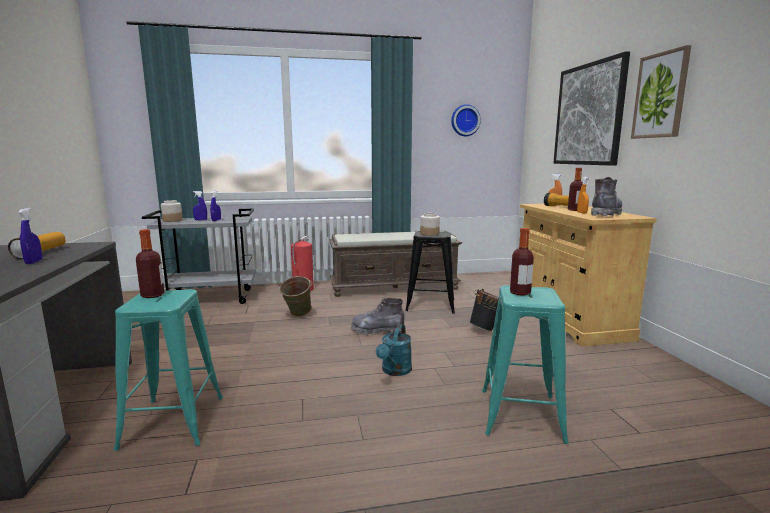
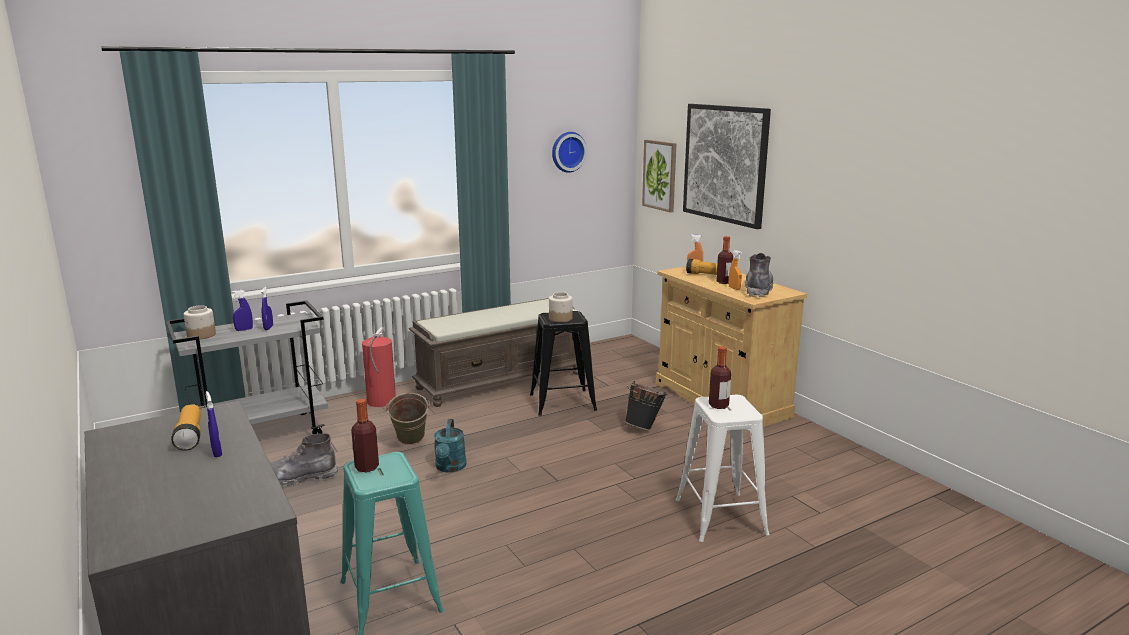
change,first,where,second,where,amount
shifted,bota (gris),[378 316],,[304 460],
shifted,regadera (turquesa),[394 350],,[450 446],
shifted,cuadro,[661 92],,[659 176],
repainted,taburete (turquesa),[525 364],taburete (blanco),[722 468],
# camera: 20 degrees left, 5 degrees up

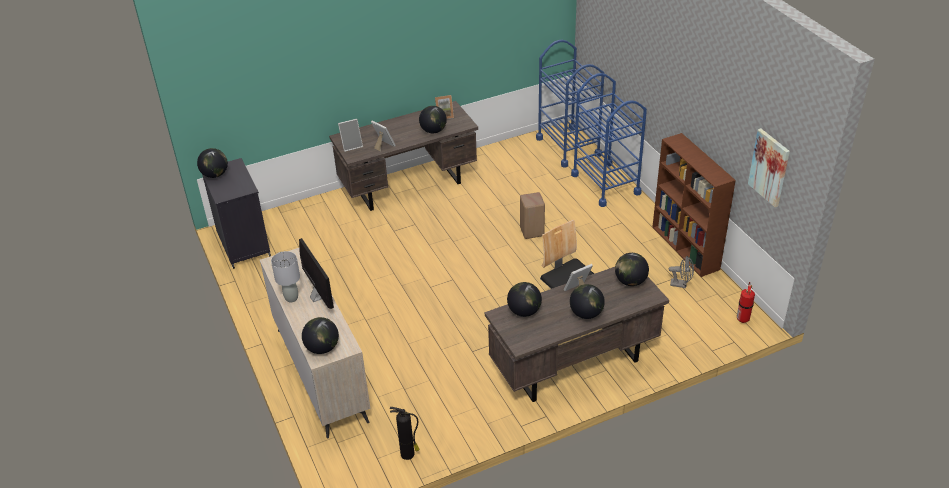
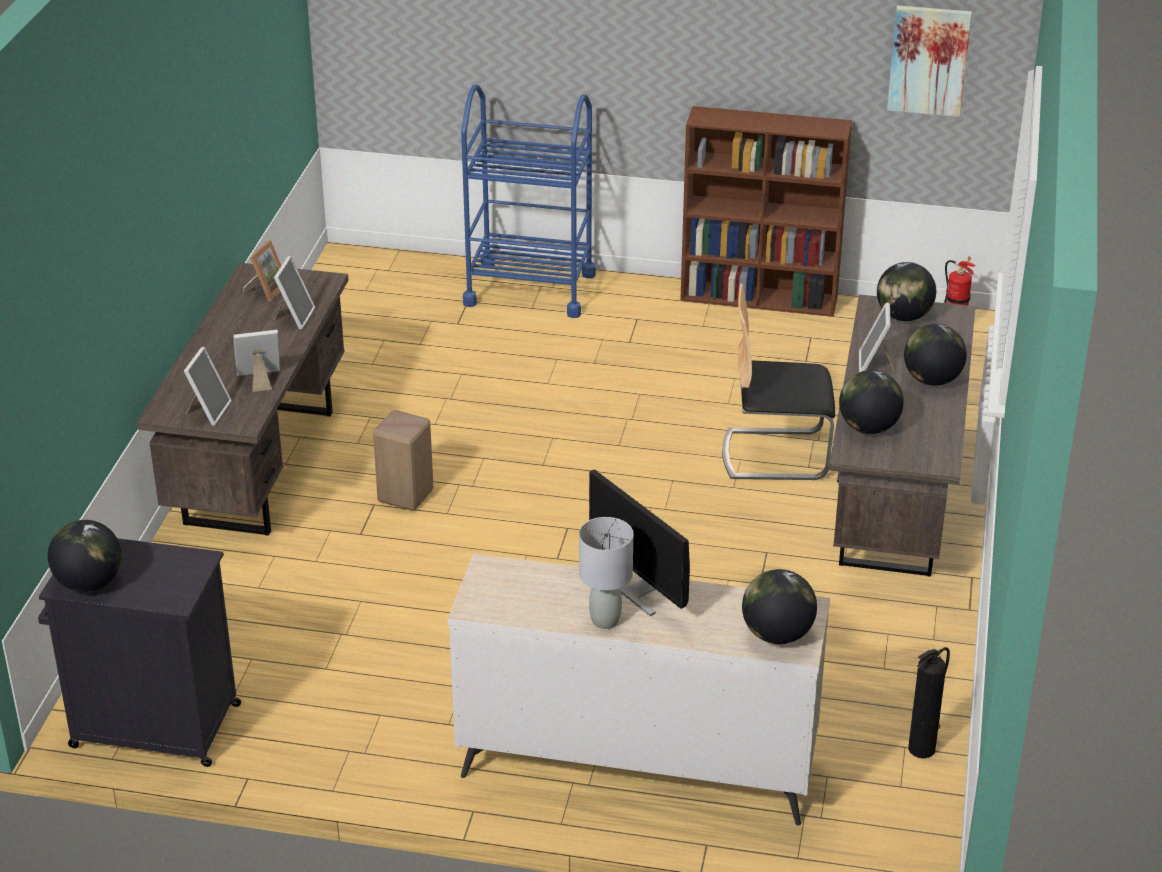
change,first,where,second,where,amount
swapped,globo terráqueo,[433 119],portarretratos,[294 292],
shifted,taburete (beis),[532 215],,[403 460],
rotated,monitor,[316 273],,[639 542],135 degrees counterclockwise
gone,carrito (azul),[570 104],,,
gone,ventilador (gris),[681 272],,,
# camera: 55 degrees left, 5 degrees down

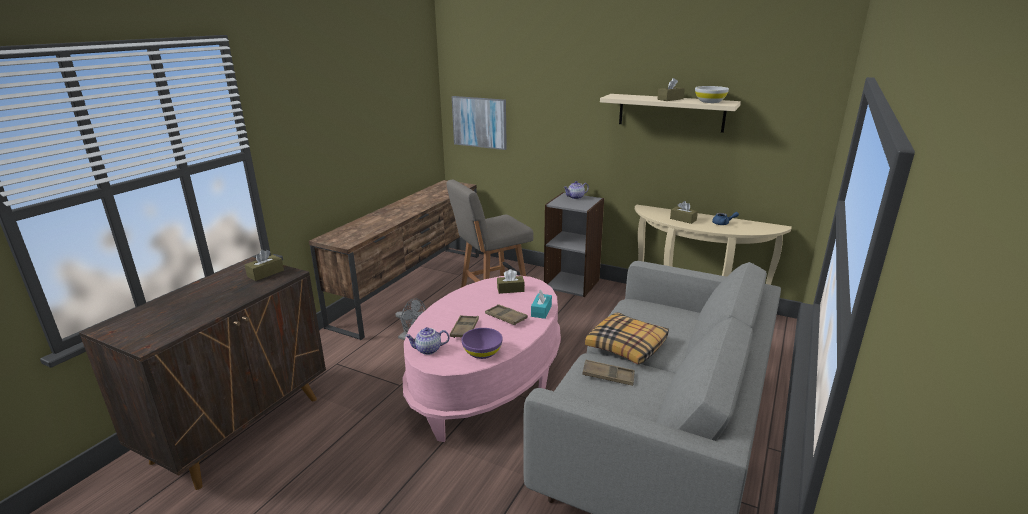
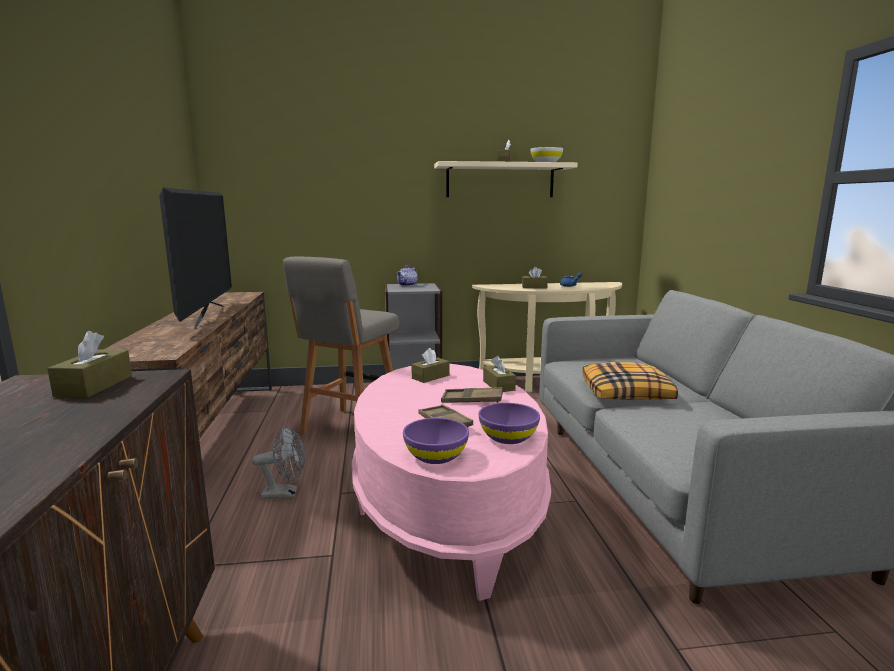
change,first,where,second,where,amount
new,,,televisor,[195 258],
swapped,tetera,[427 341],cuenco (morado),[436 441],
repainted,caja de pañuelos (turquesa),[541 304],caja de pañuelos (marrón),[499 374],
gone,cuadro,[479 123],,,
gone,bandeja (marrón),[608 373],,,
# camera: 35 degrees left, 10 degrees down

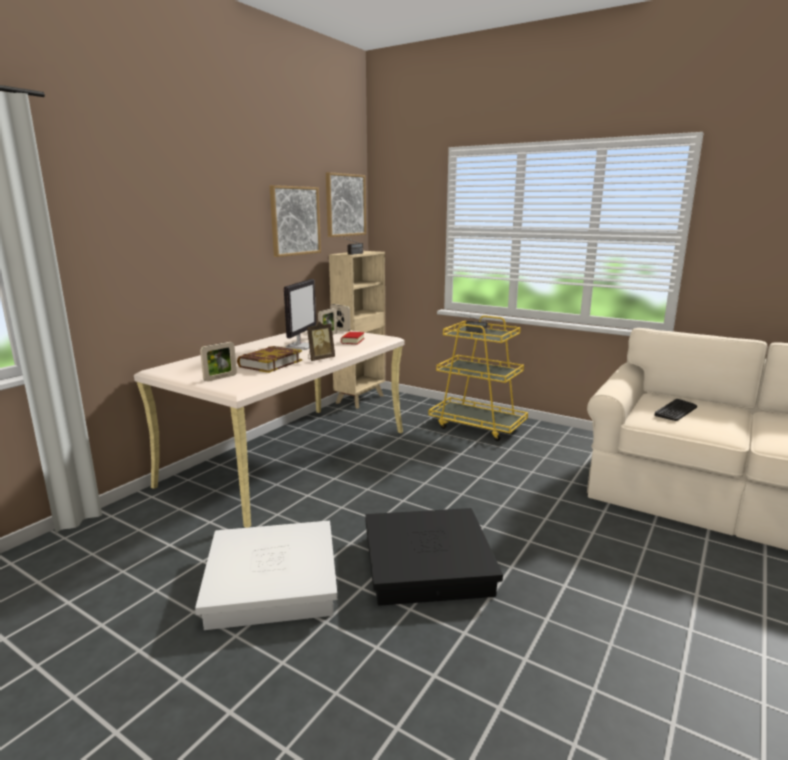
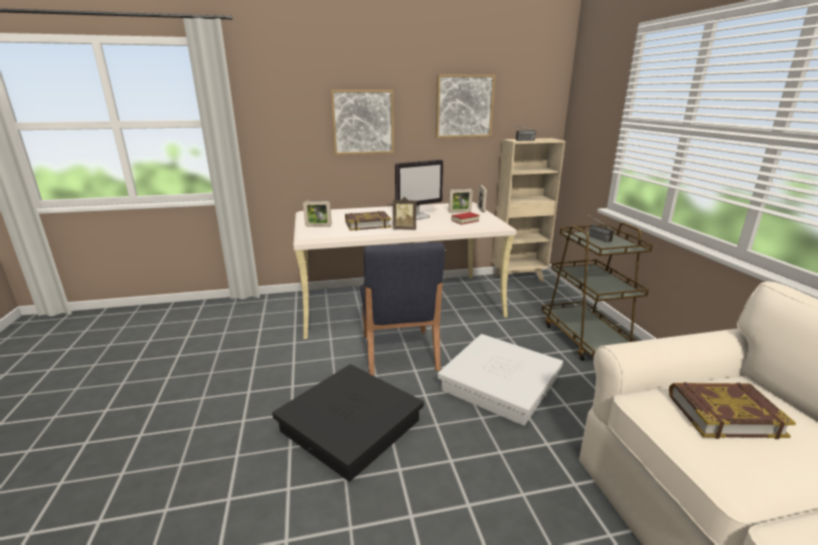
change,first,where,second,where,amount
shifted,cuadro,[346 204],,[362 122],
new,,,silla (azul),[402 309],
shifted,caja de almacenaje (blanco),[266 575],,[500 380],
repainted,carrito (amarillo),[478 378],carrito (marrón),[597 291],
swapped,teclado,[675 410],libro,[732 410],
# camera: 45 degrees right, 5 degrees up

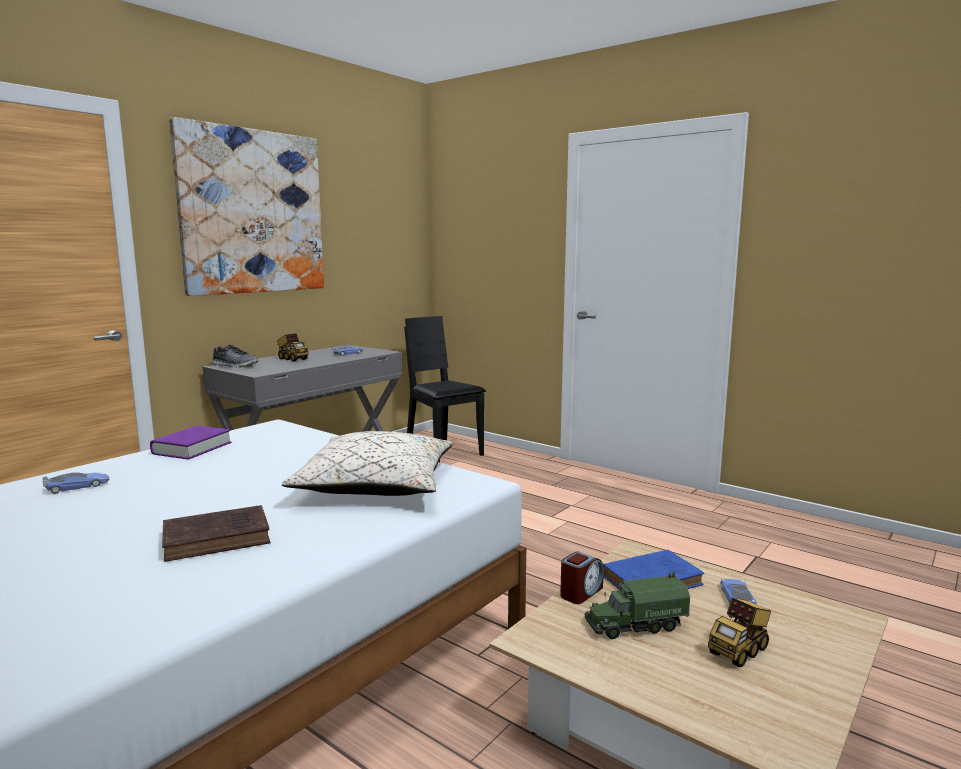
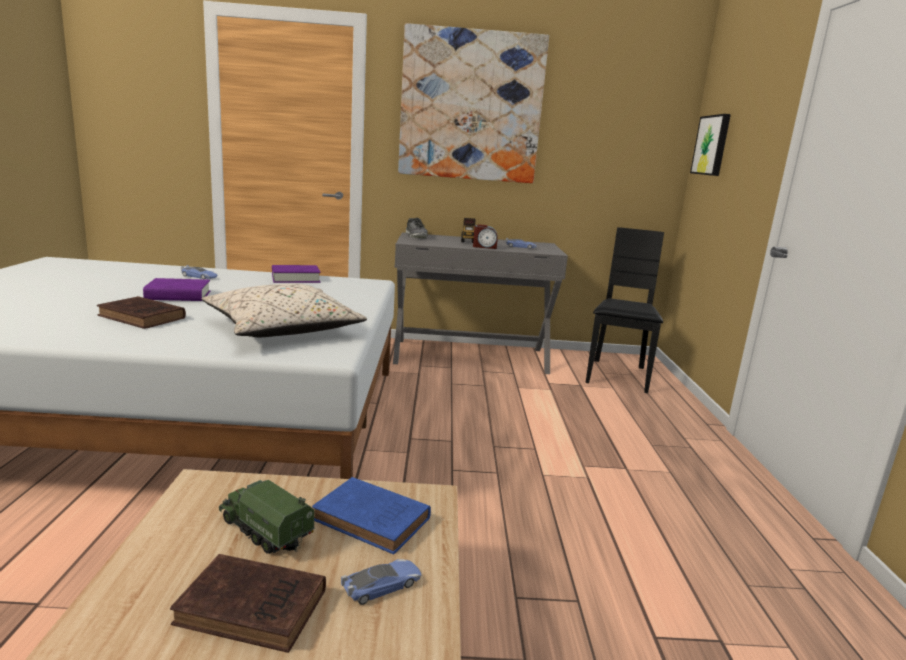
change,first,where,second,where,amount
new,,,libro (morado),[176 289],
swapped,camión de juguete,[739 632],libro (marrón),[248 603],
shifted,despertador,[582 577],,[485 236],
new,,,cuadro,[710 145],
# camera: 50 degrees right, 5 degrees up

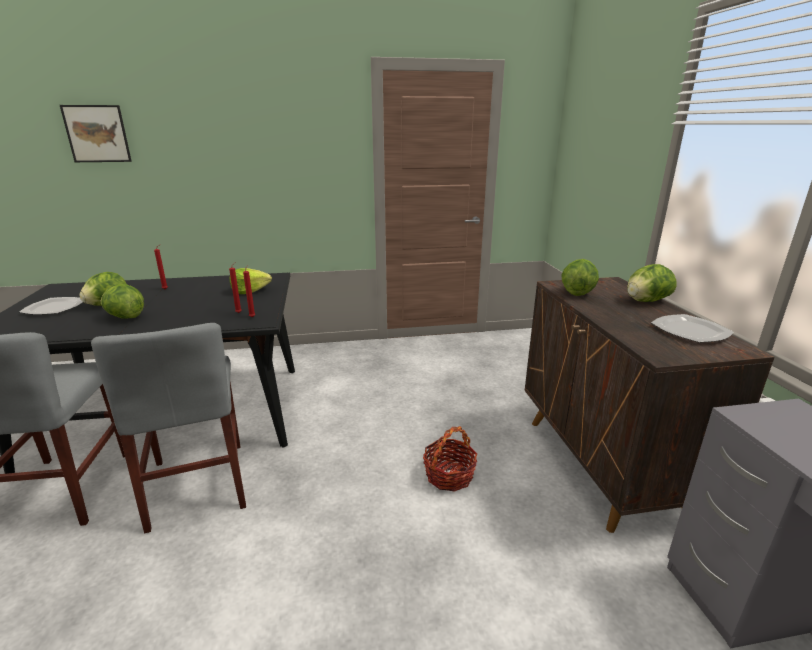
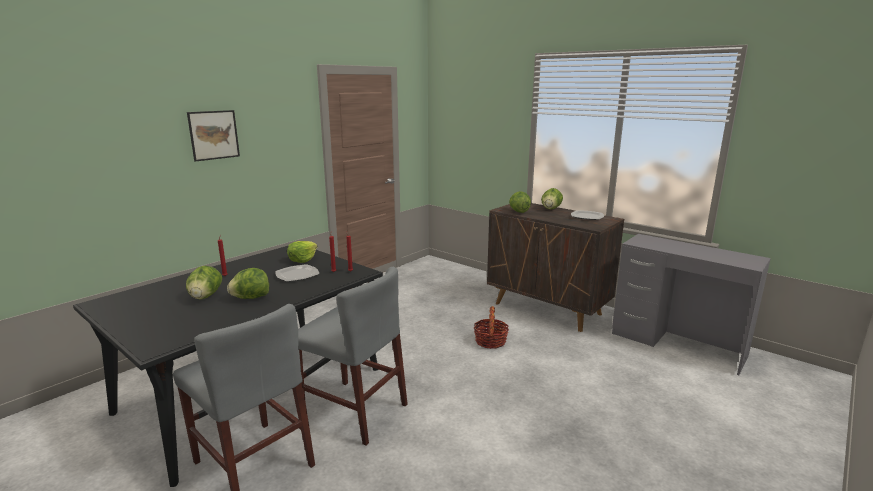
change,first,where,second,where,amount
shifted,cuadro,[96 133],,[213 136],
shifted,plato,[51 306],,[297 273],
# camera: 40 degrees left, 5 degrees down

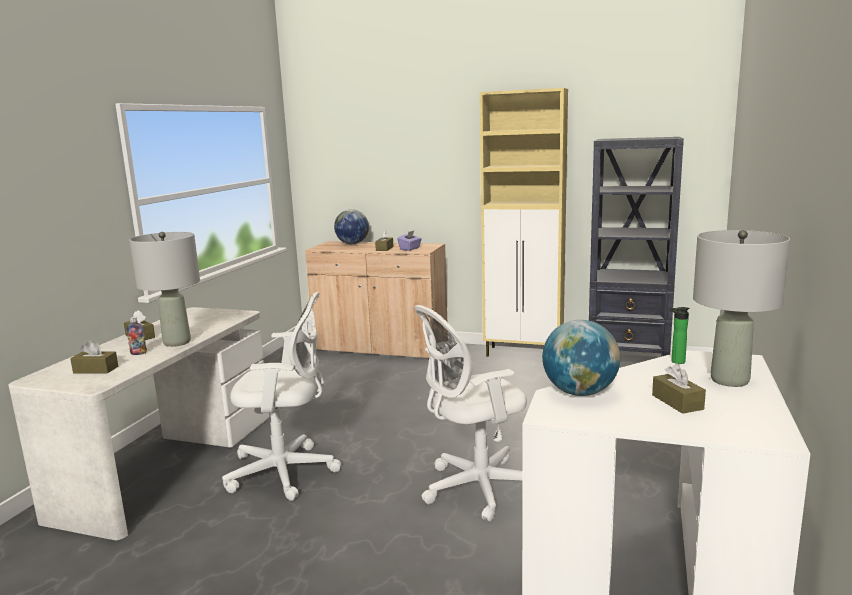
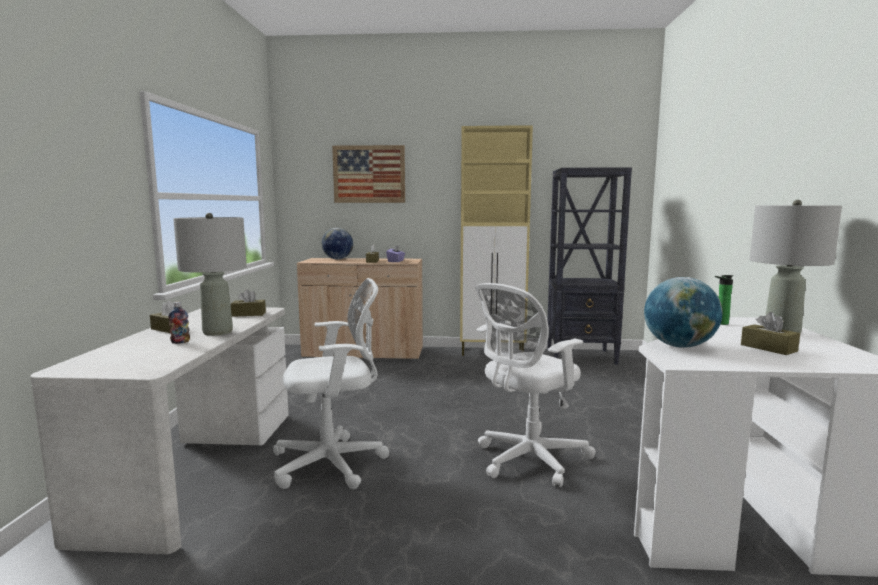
change,first,where,second,where,amount
shifted,caja de pañuelos (marrón),[94 357],,[248 303],
new,,,cuadro,[368 174],
# camera: 15 degrees left, 5 degrees down

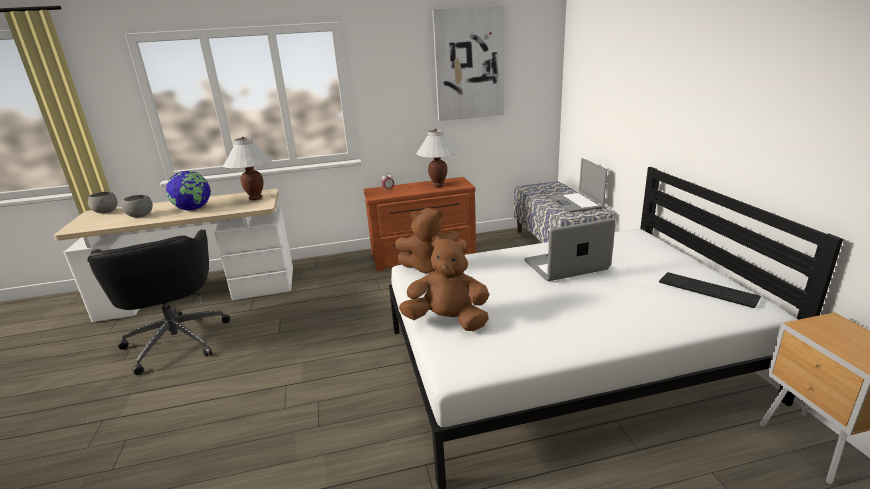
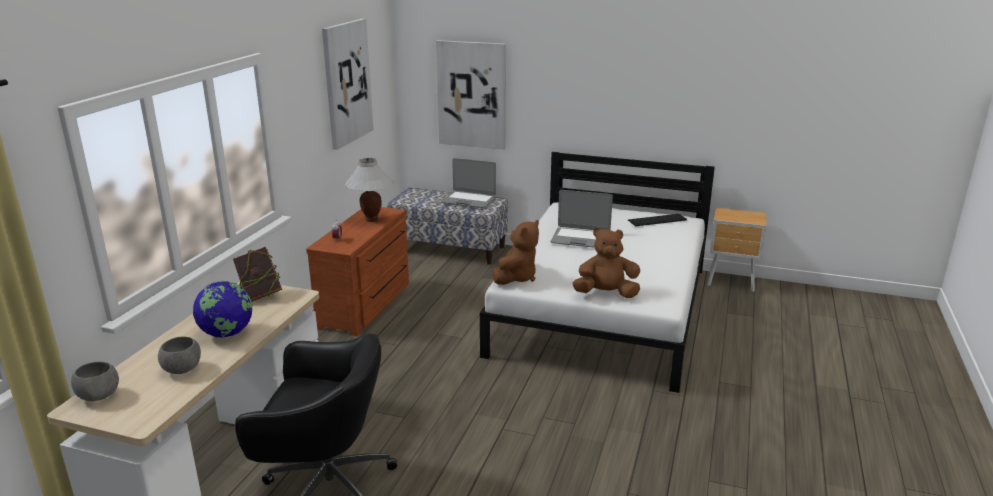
change,first,where,second,where,amount
swapped,lámpara de mesa (blanco),[248 168],libro,[257 274],
new,,,cuadro,[471 95],
rotated,portátil,[570 249],,[581 219],90 degrees counterclockwise
rotated,peluche (marrón),[444 283],,[606 262],45 degrees clockwise
# camera: 60 degrees left, 0 degrees up

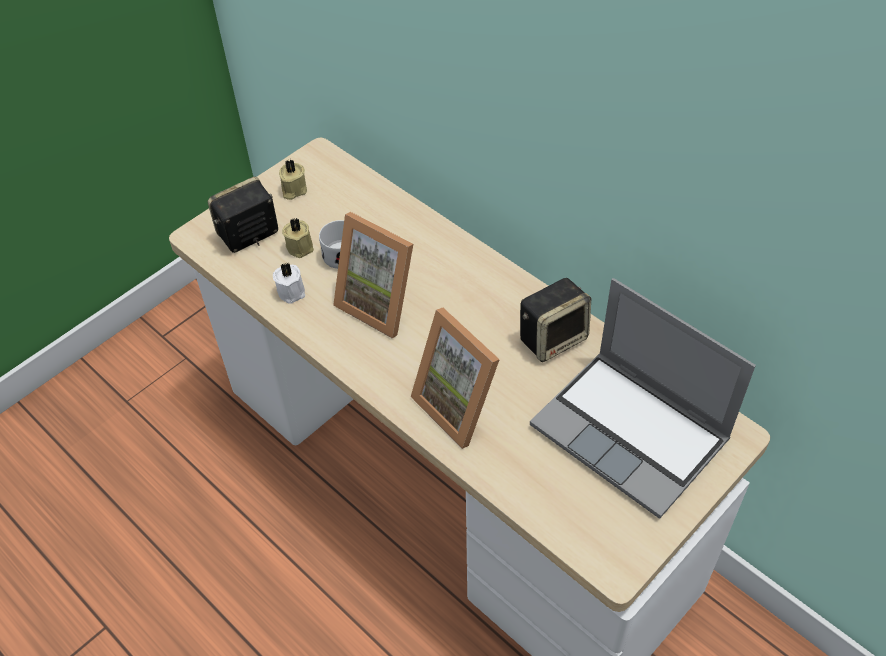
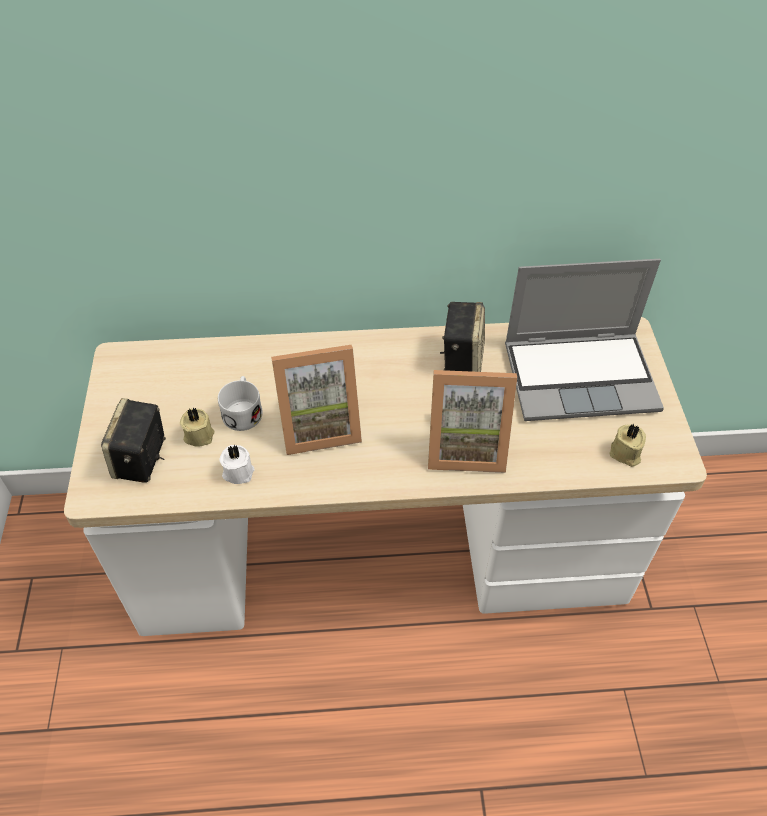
change,first,where,second,where,amount
shifted,vela (beis),[293 179],,[627 445],
# camera: 50 degrees left, 0 degrees up

